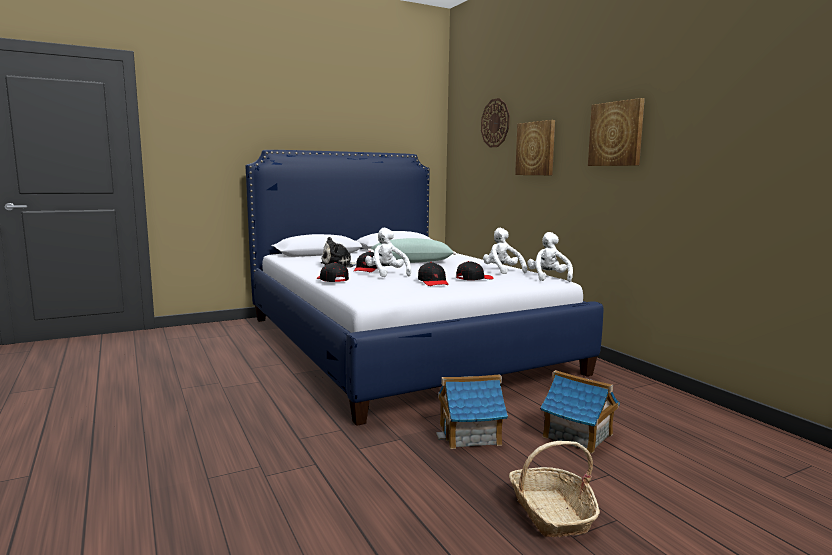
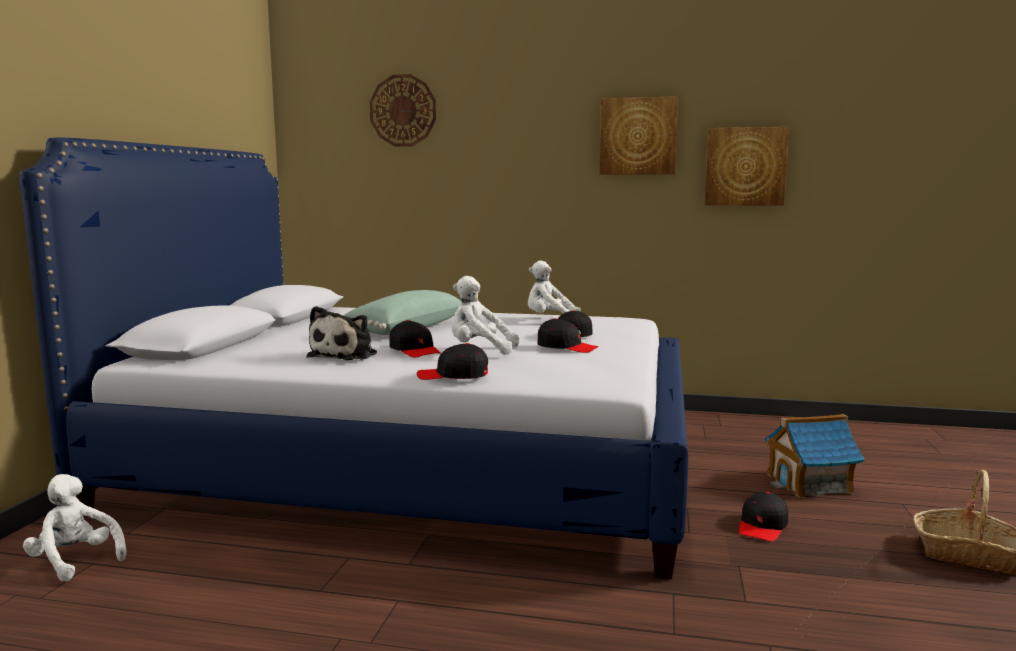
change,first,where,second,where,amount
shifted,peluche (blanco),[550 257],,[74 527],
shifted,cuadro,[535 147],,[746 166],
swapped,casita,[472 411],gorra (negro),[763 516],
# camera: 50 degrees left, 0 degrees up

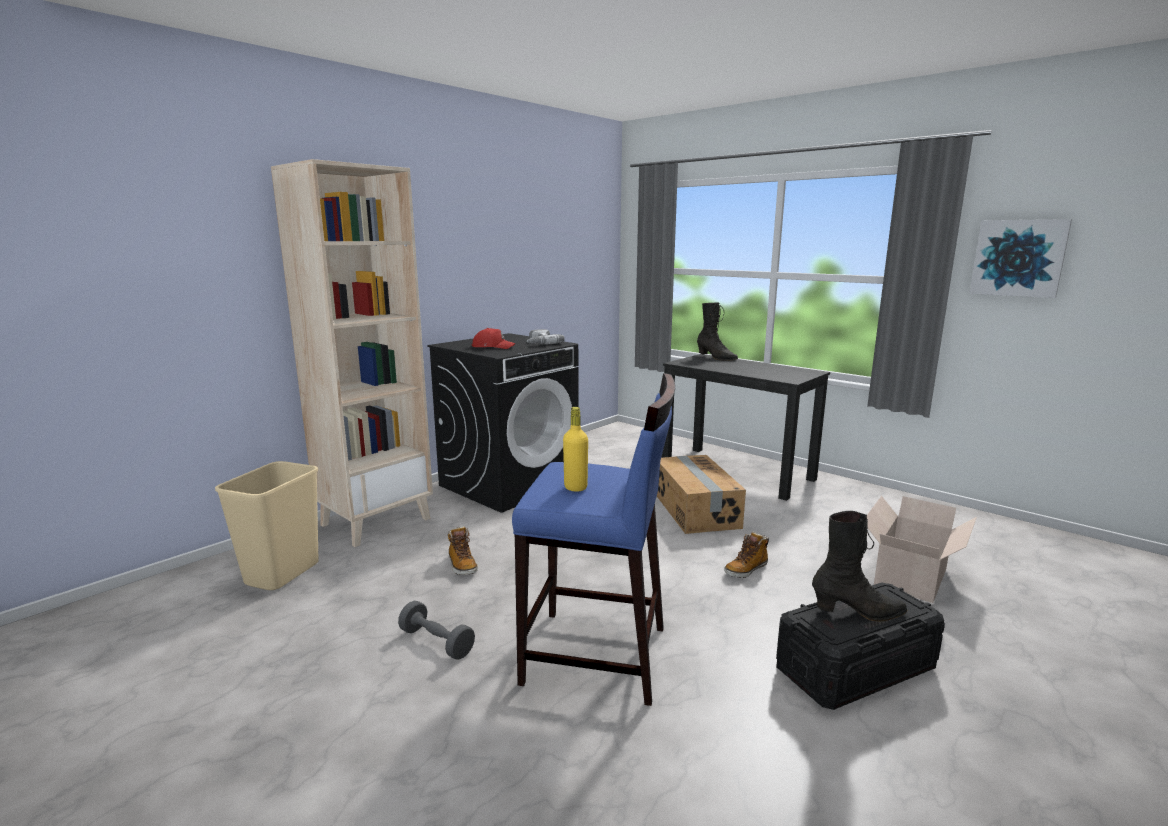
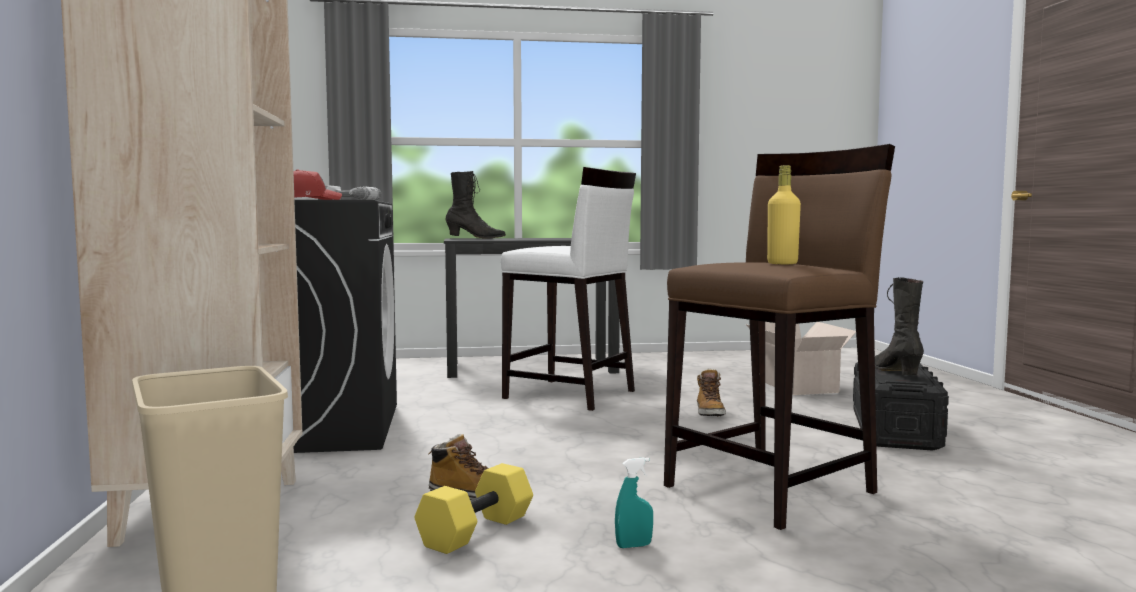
change,first,where,second,where,amount
new,,,mancuerna (amarillo),[474 508],
swapped,caja de cartón,[701 494],taburete (blanco),[568 289],
swapped,mancuerna (gris),[436 630],pulverizador (turquesa),[634 502],
repainted,taburete (azul),[593 539],taburete (marrón),[779 337],
rotated,bota (negro),[859 566],,[899 326],45 degrees counterclockwise
gone,cuadro,[1020 258],,,
# camera: 50 degrees left, 10 degrees down

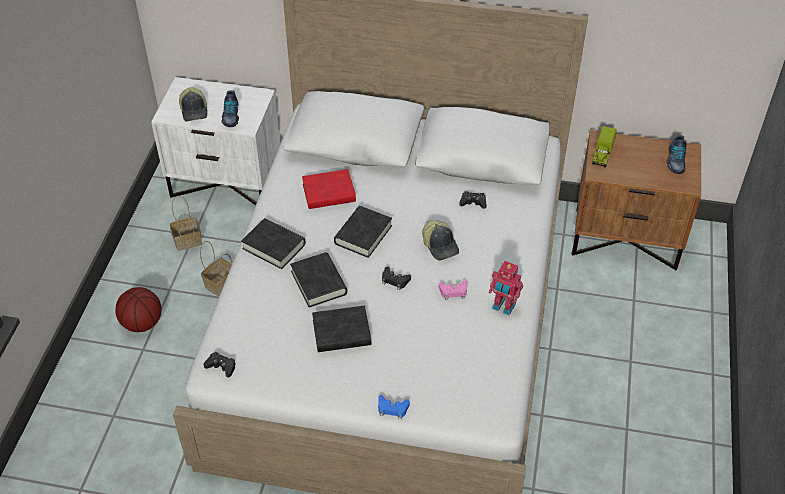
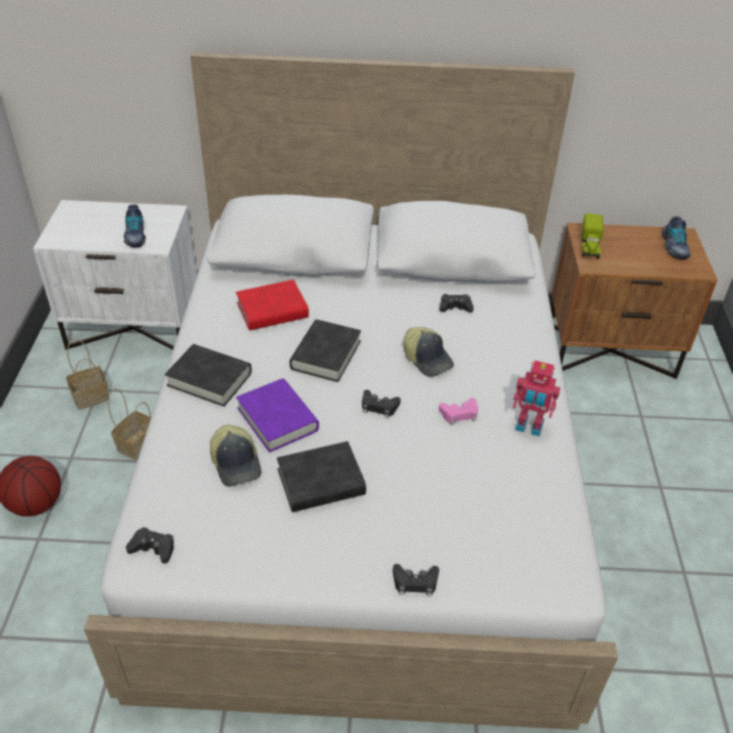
change,first,where,second,where,amount
shifted,gorra,[193 104],,[235 456],
repainted,libro (negro),[318 279],libro (morado),[277 415],
repainted,mando de consola (azul),[394 407],mando de consola (negro),[416 580],
# camera: 10 degrees left, 5 degrees down

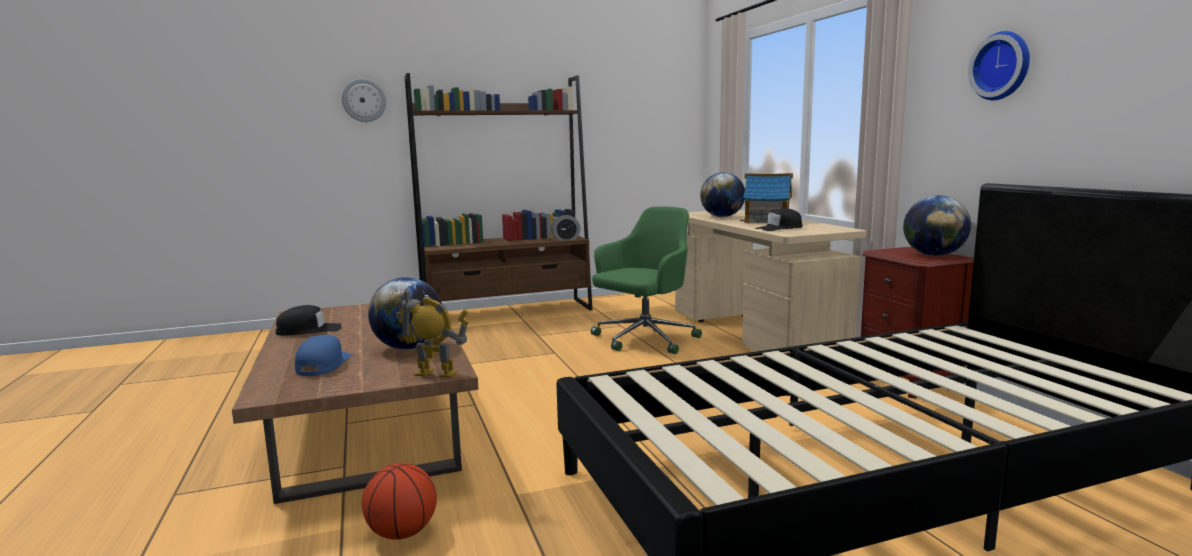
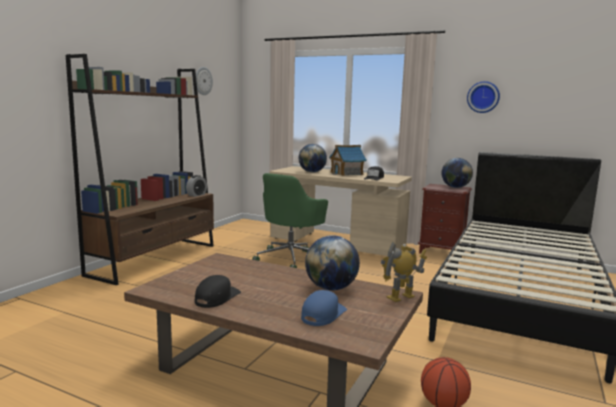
change,first,where,second,where,amount
shifted,reloj de pared,[364 100],,[204 81],
rotated,silla de oficina (verde),[646 280],,[290 220],150 degrees counterclockwise
rotated,gorra (azul),[324 355],,[324 308],75 degrees clockwise
# camera: 45 degrees left, 0 degrees up

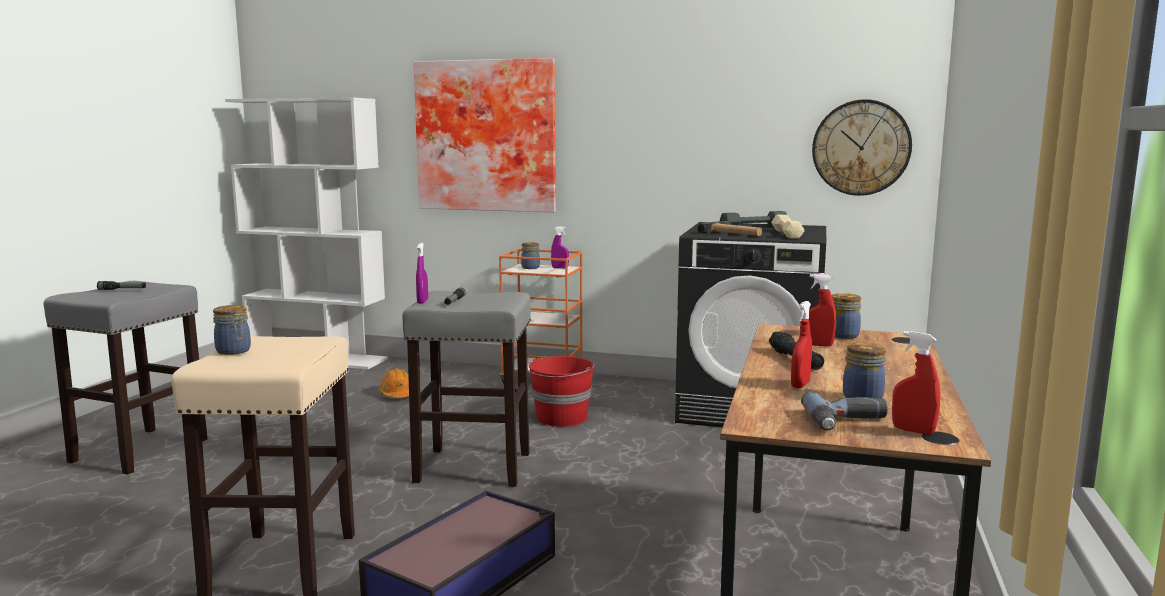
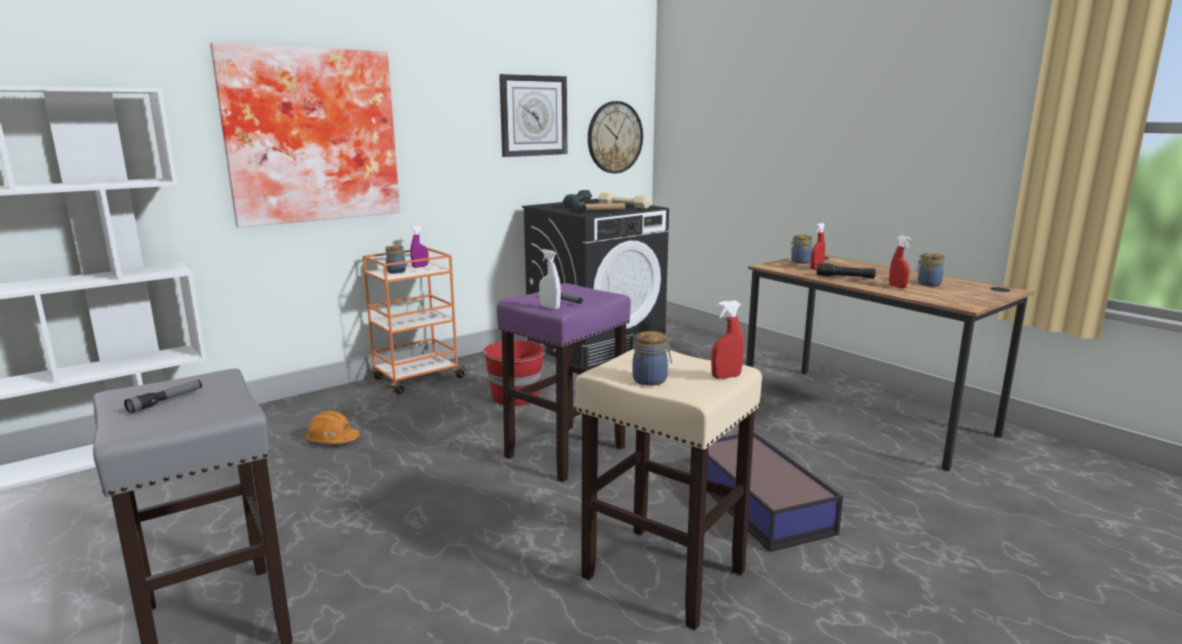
change,first,where,second,where,amount
repainted,taburete (gris),[466 389],taburete (morado),[564 382],
new,,,reloj de pared,[533 115],
repainted,pulverizador (morado),[422 273],pulverizador (blanco),[550 279],
shifted,pulverizador (rojo),[916 383],,[727 339],
gone,taladro,[844 411],,,
# camera: 55 degrees left, 5 degrees up

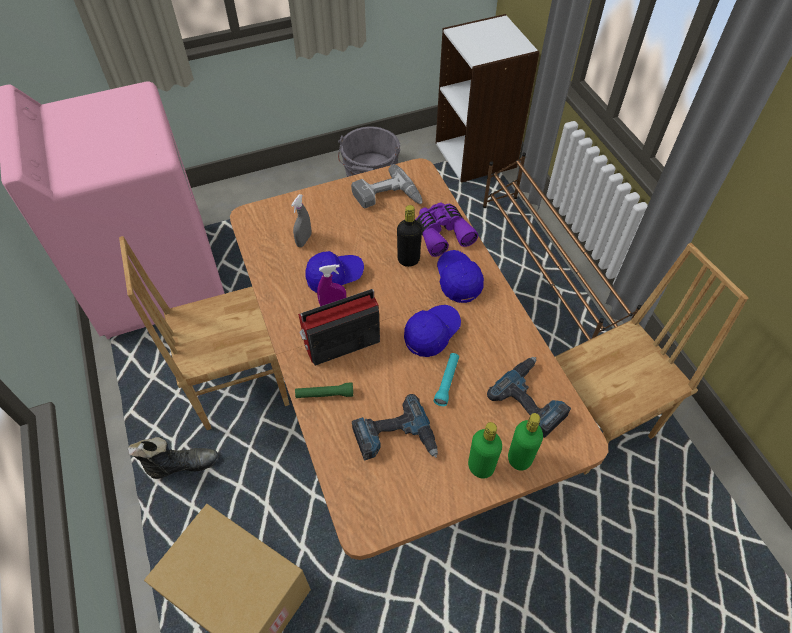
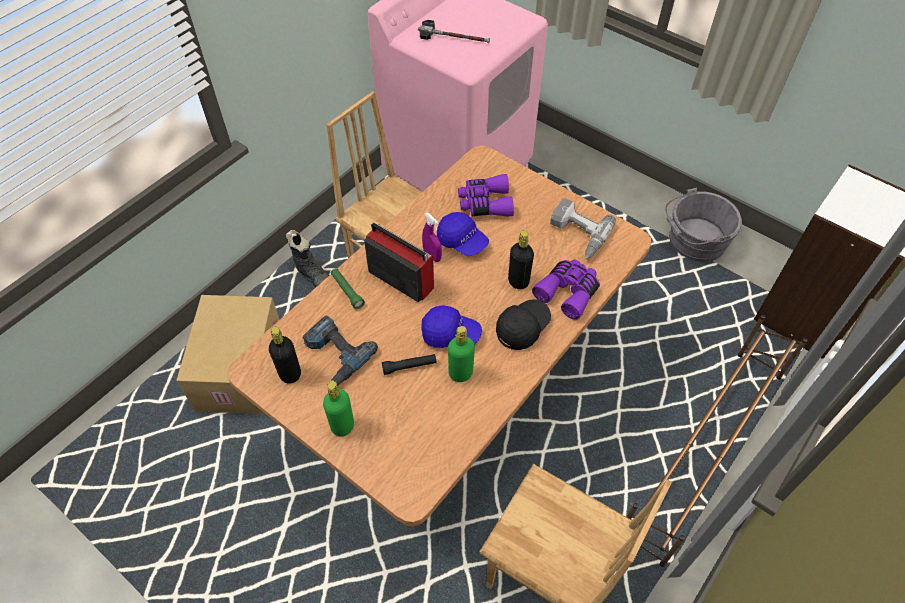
change,first,where,second,where,amount
new,,,botella (negro),[285 355],
repainted,linterna (turquesa),[446 379],linterna (negro),[409 364],
new,,,martillo,[454 32],
shifted,botella (verde),[525 442],,[461 354],
swapped,pulverizador (gris),[301 220],prismáticos (morado),[486 195],
repainted,gorra (azul),[460 276],gorra (negro),[523 324],
gone,taladro,[529 397],,,
# camera: 60 degrees right, 0 degrees up

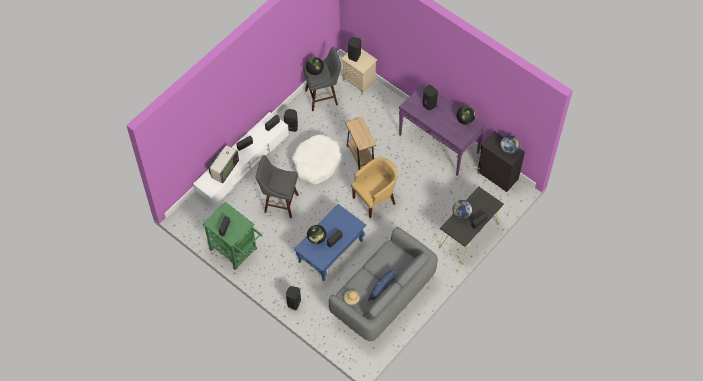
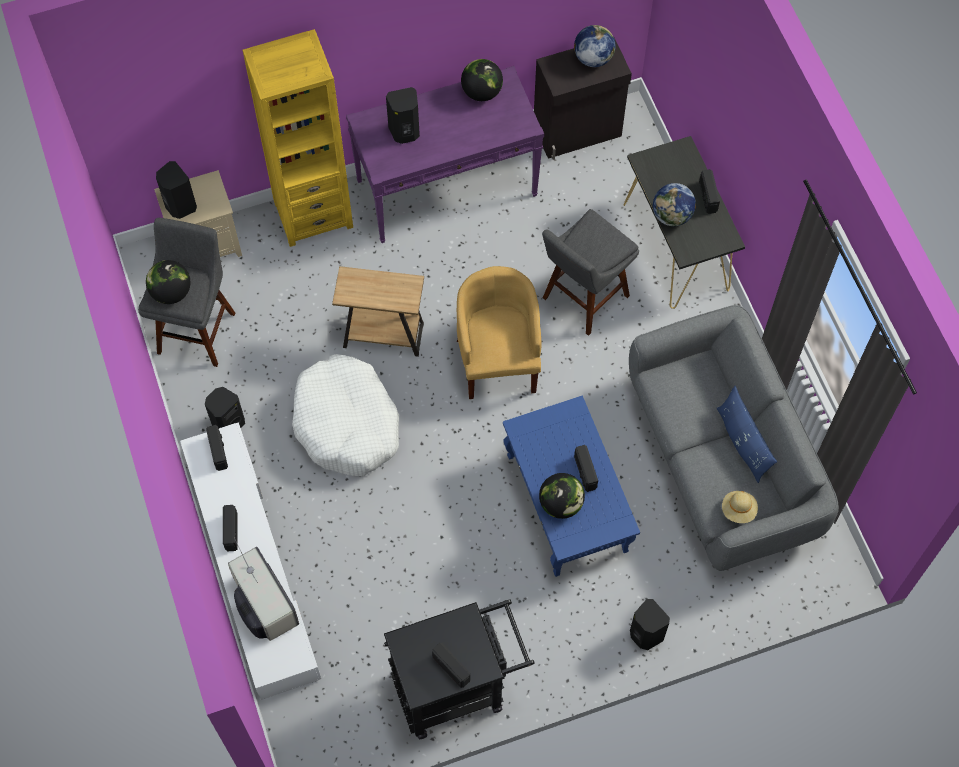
change,first,where,second,where,amount
new,,,estantería (amarillo),[298 138],
repainted,carrito (verde),[233 236],carrito (negro),[459 669],
shifted,taburete (gris),[277 186],,[590 272],
# camera: 60 degrees left, 5 degrees up

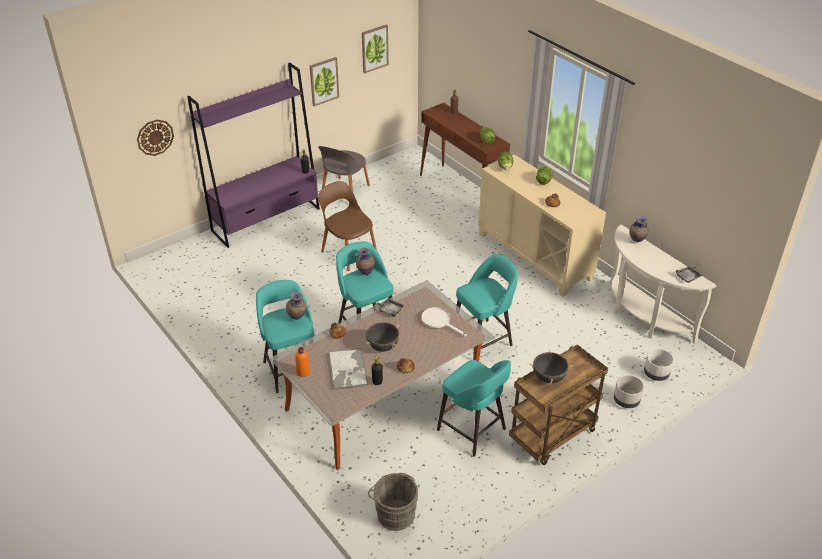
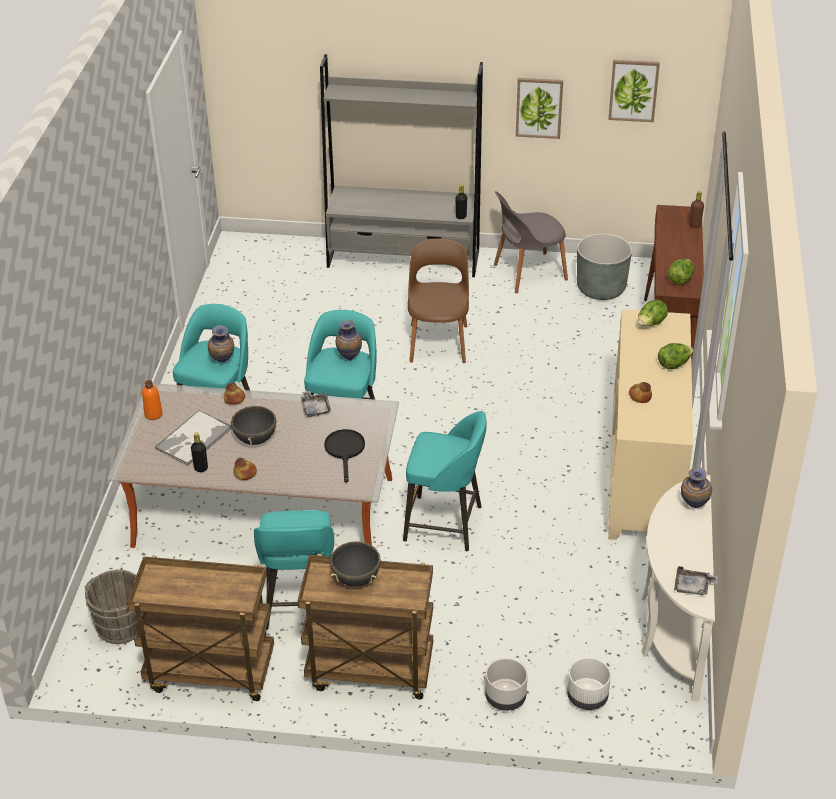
change,first,where,second,where,amount
new,,,carrito (marrón),[200 628],
repainted,estantería (morado),[253 155],estantería (gris),[401 165],
repainted,sartén (blanco),[444 321],sartén (negro),[344 456],
new,,,maceta (gris),[604 266],
gone,reloj de pared,[155 138],,,
# camera: 45 degrees right, 0 degrees up

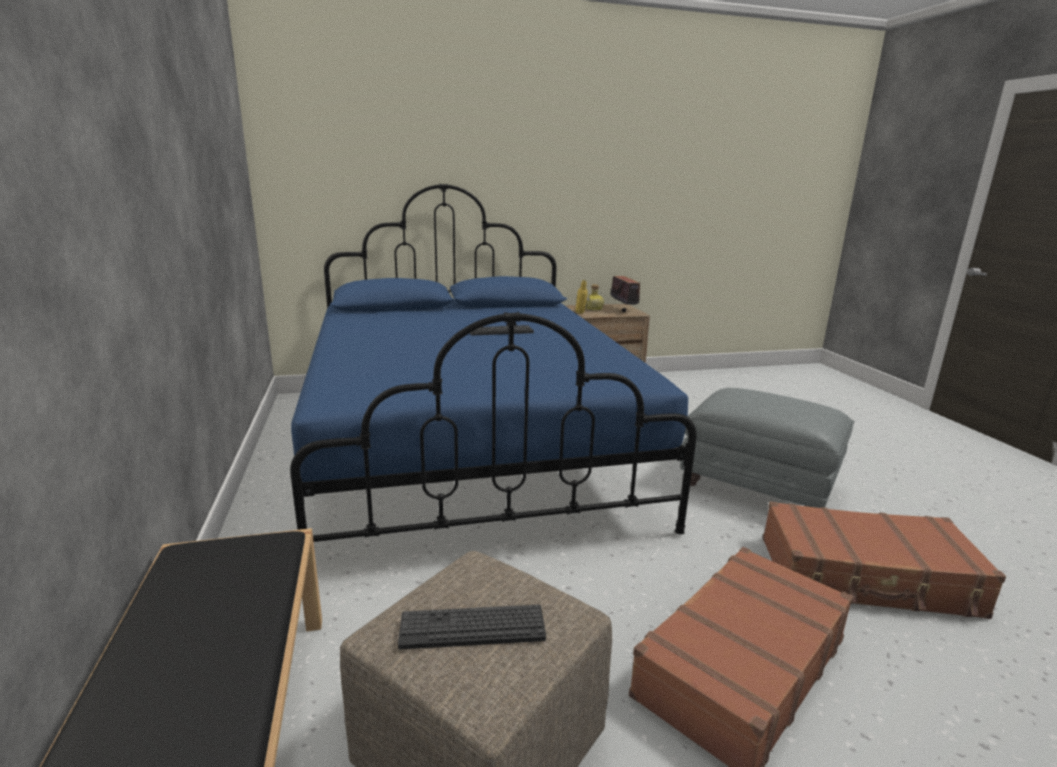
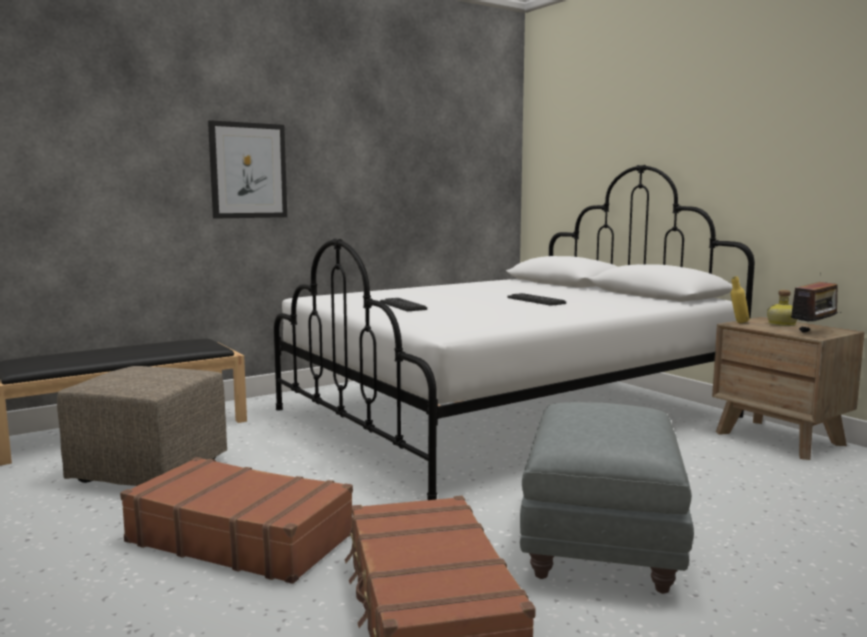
change,first,where,second,where,amount
new,,,cuadro,[247 169],
repainted,cama (azul),[493 363],cama (blanco),[514 332],
shifted,teclado,[472 627],,[403 304],
# camera: 70 degrees right, 10 degrees down

